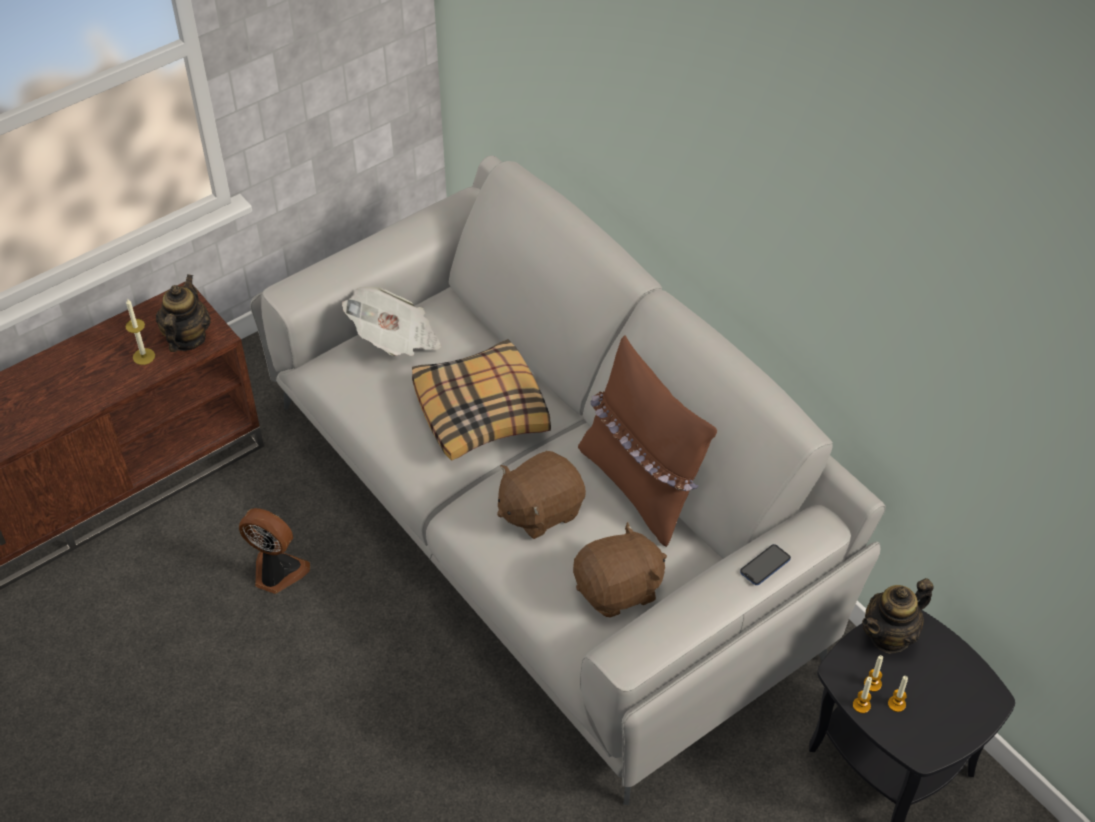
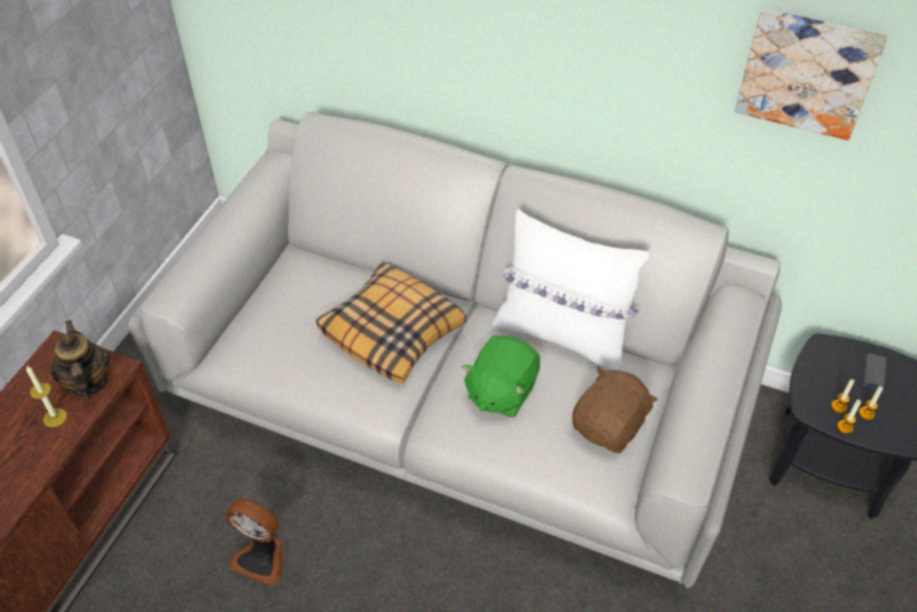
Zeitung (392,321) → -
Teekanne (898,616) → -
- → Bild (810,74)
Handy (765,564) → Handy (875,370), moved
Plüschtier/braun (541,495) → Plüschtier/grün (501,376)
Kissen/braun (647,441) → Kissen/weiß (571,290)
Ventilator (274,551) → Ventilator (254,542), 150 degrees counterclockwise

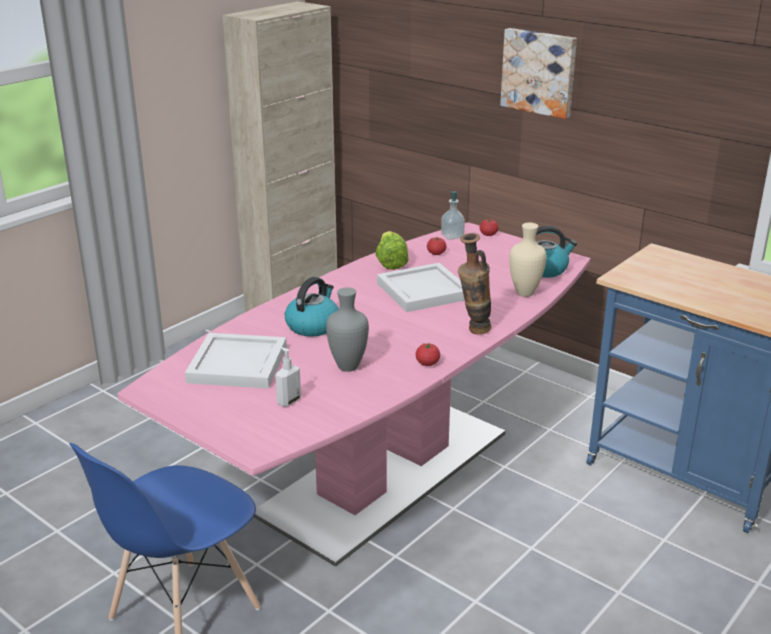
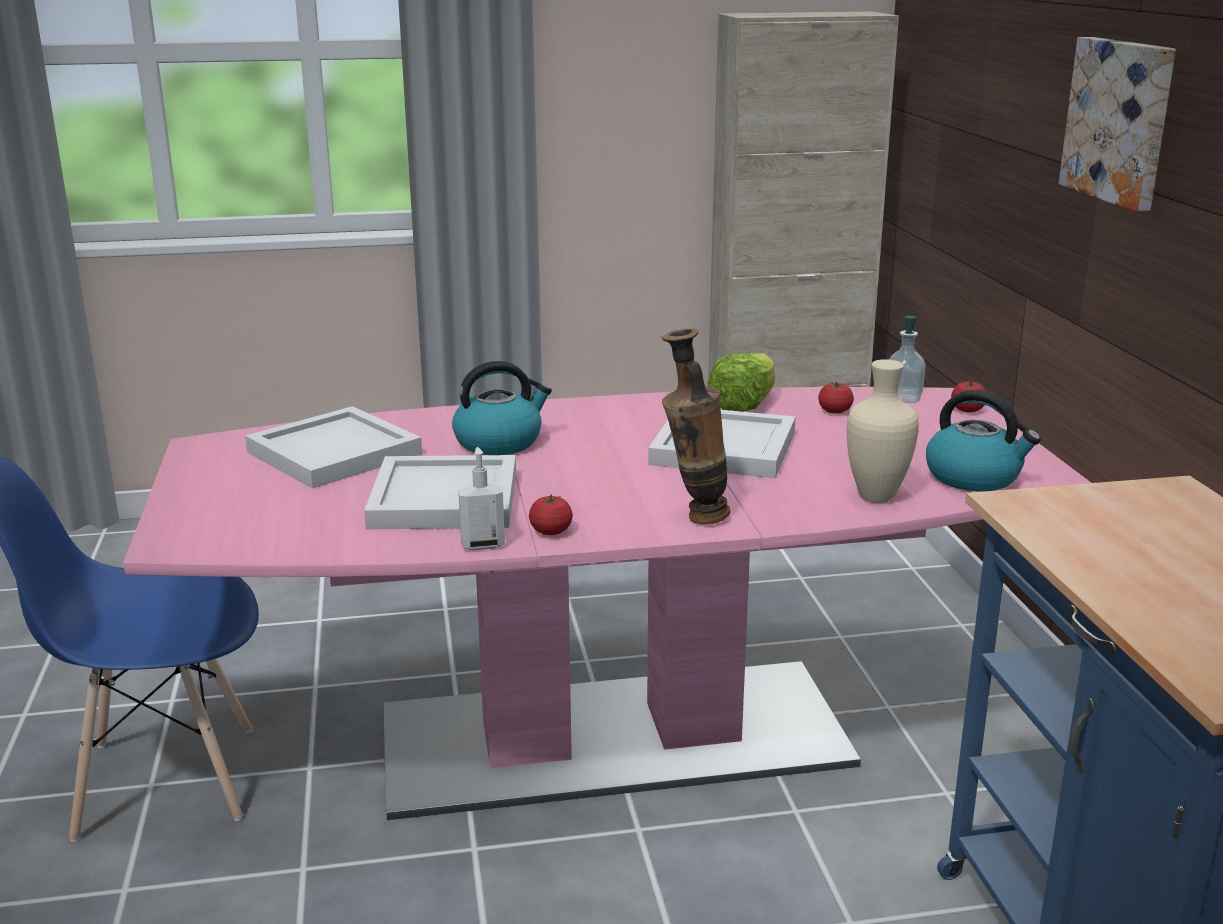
Seifenspender (288,377) → Seifenspender (481,498), moved
Vase/grau (347,329) → Tablett/weiß (440,492)

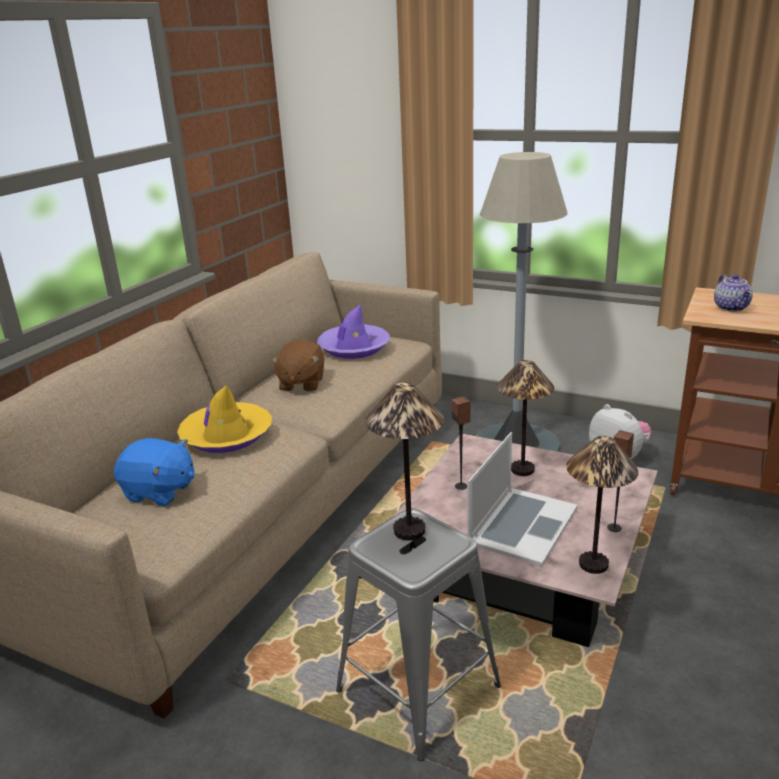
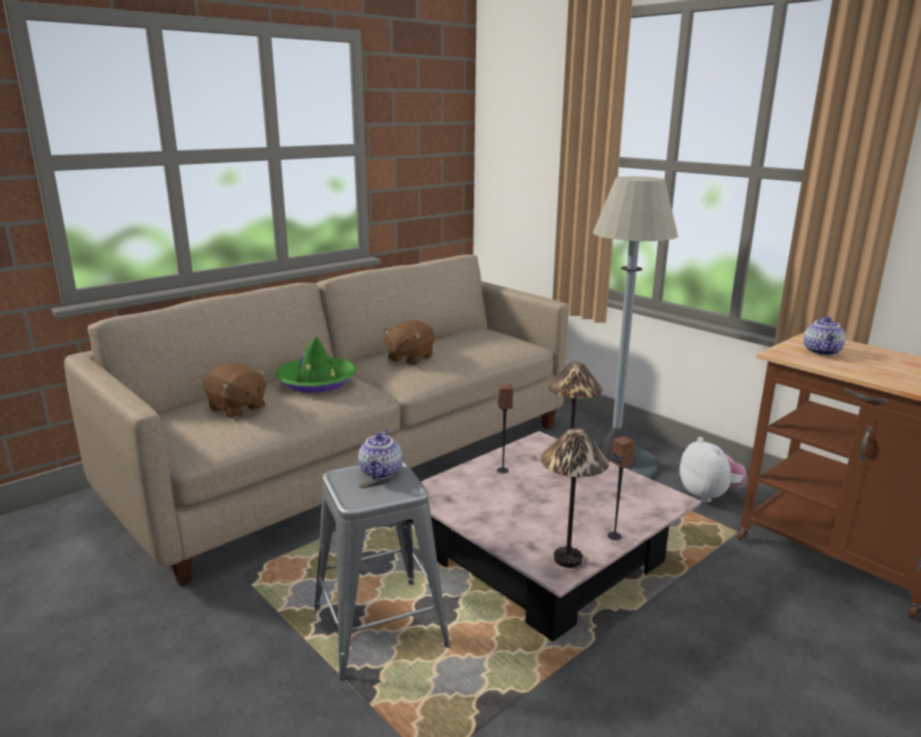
Hut/lila (353,331) → -
Laptop (522,499) → -
Tischlampe (405,461) → Teekanne (380,454)
Plüschtier/blau (154,472) → Plüschtier/braun (234,390)
Hut/gelb (224,419) → Hut/grün (315,364)

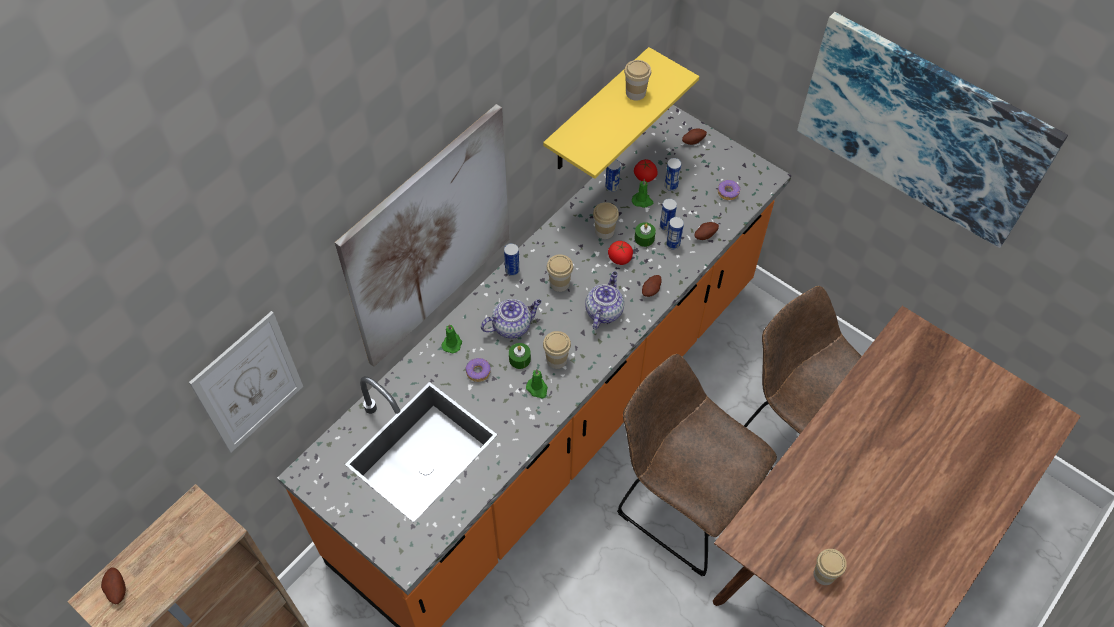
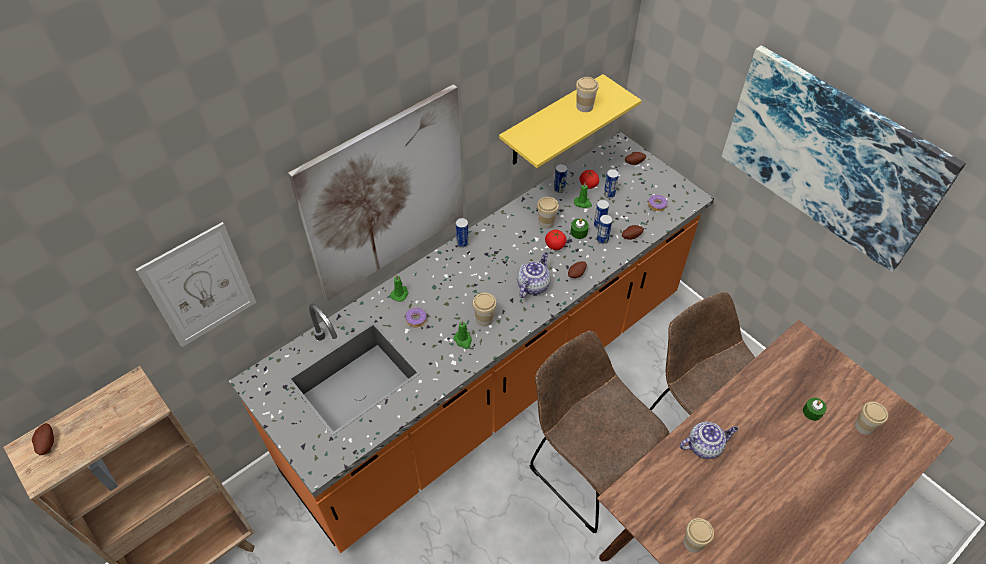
Teekanne (511,319) → Teekanne (708,440), moved
Kerze/grün (520,356) → Kerze/grün (815,409), moved
Tasse (560,273) → Tasse (871,418), moved

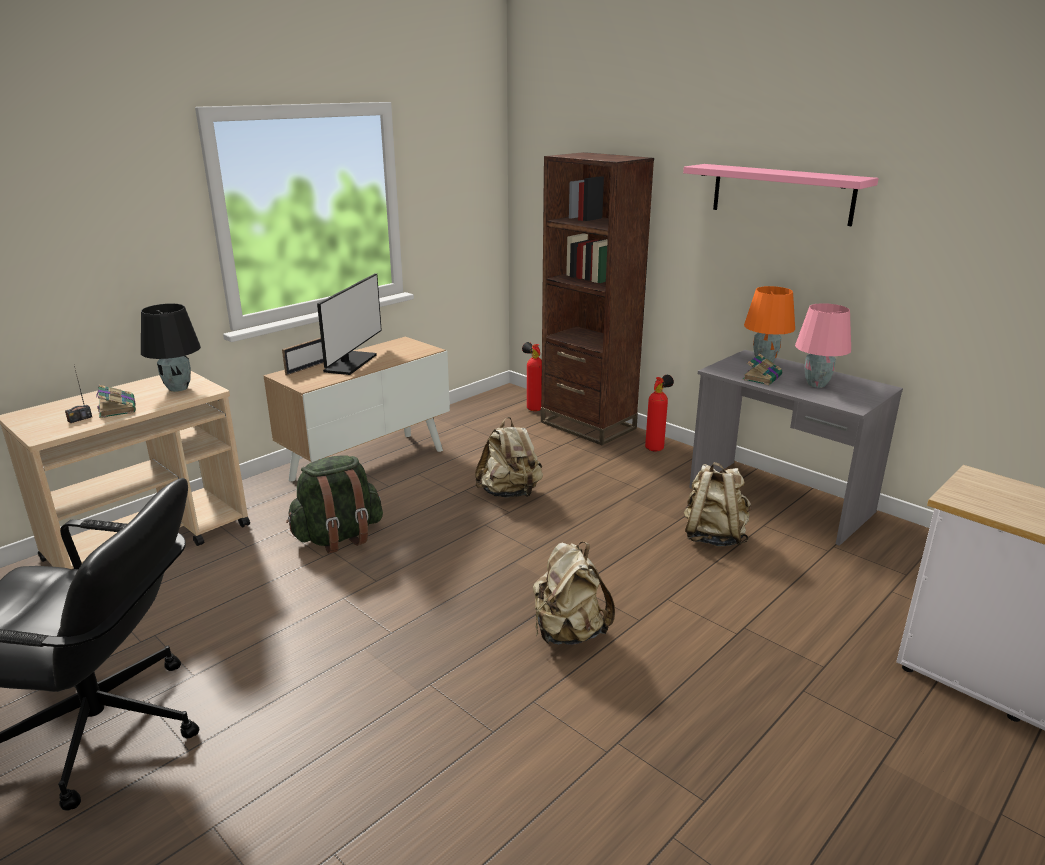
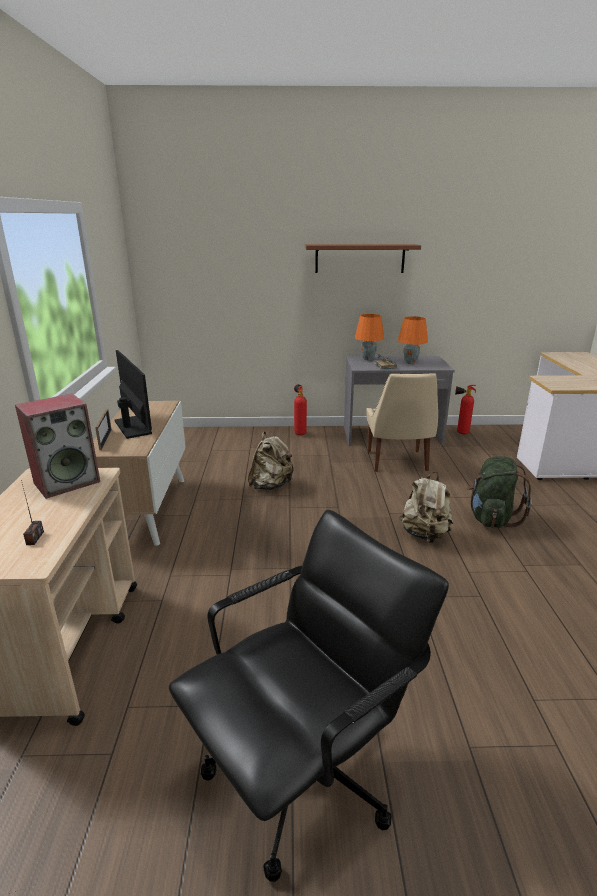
Buch (116,401) → -
Bücherregal/braun (597,298) → -
Rucksack/grün (334,504) → Rucksack/grün (499,492), moved
Feuerlöscher (532,376) → Feuerlöscher (465,409), moved
Tischlampe/schwarz (171,347) → Lautsprecher (57,446)
Rucksack/beige (717,504) → Stuhl/beige (402,422)
Wandregal/rosa (781,195) → Wandregal/braun (363,258)
Tischlampe/rosa (823,345) → Tischlampe/orange (413,340)

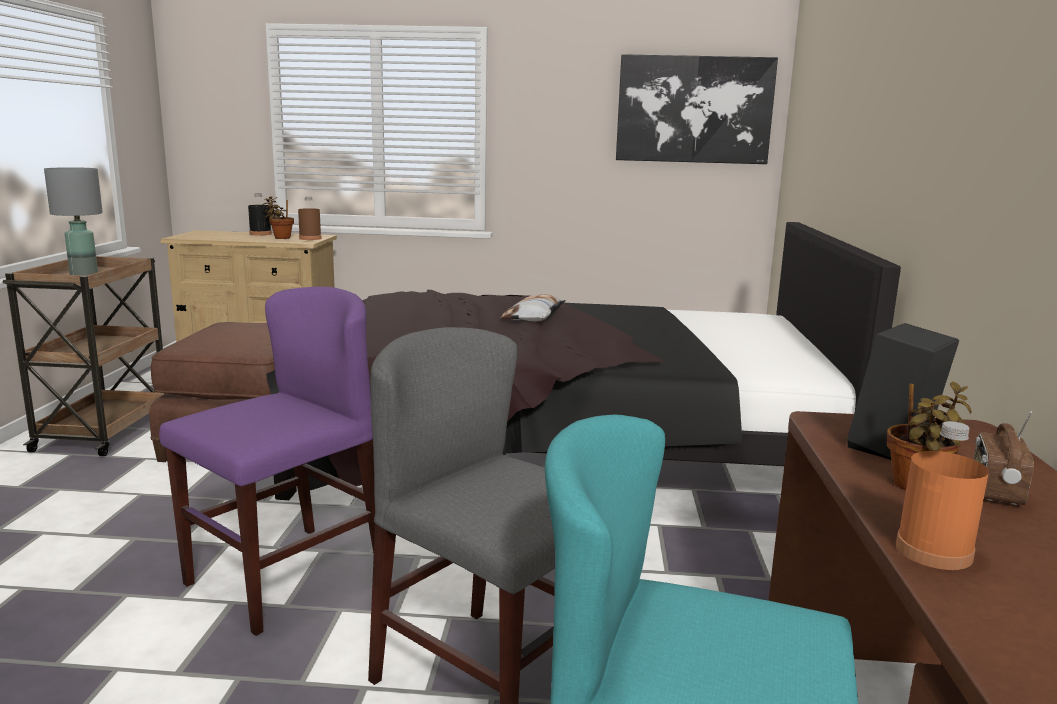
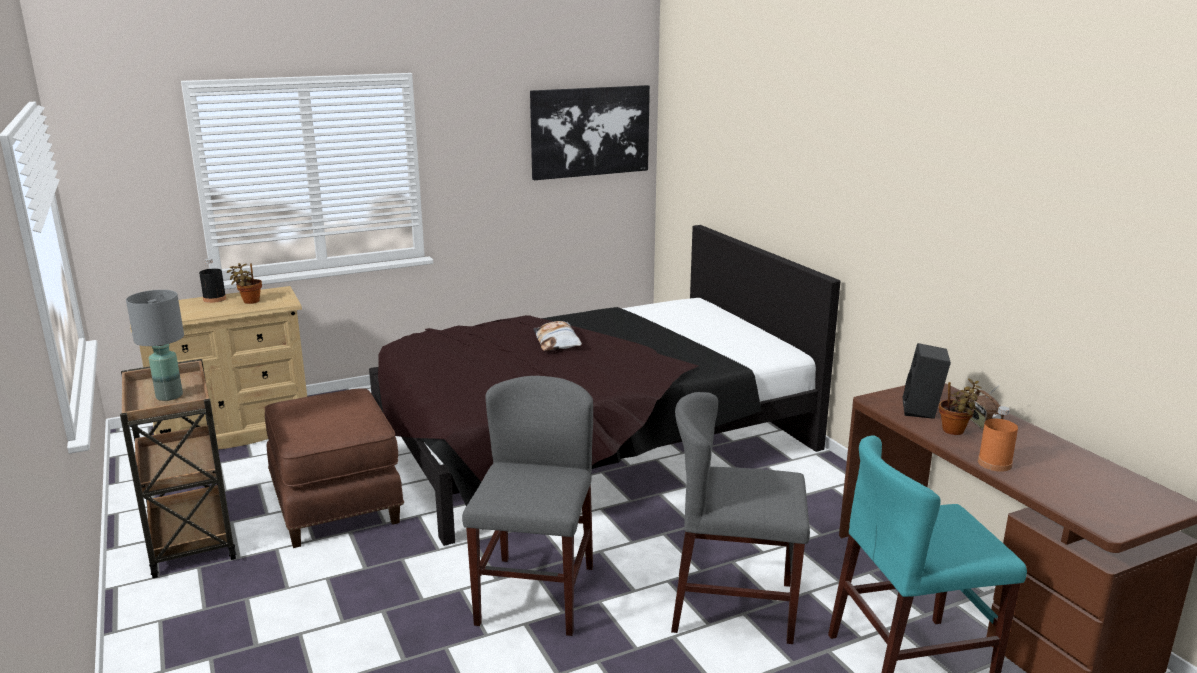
Flasche/braun (309,218) → -
Stuhl/lila (267,461) → Stuhl/grau (527,506)

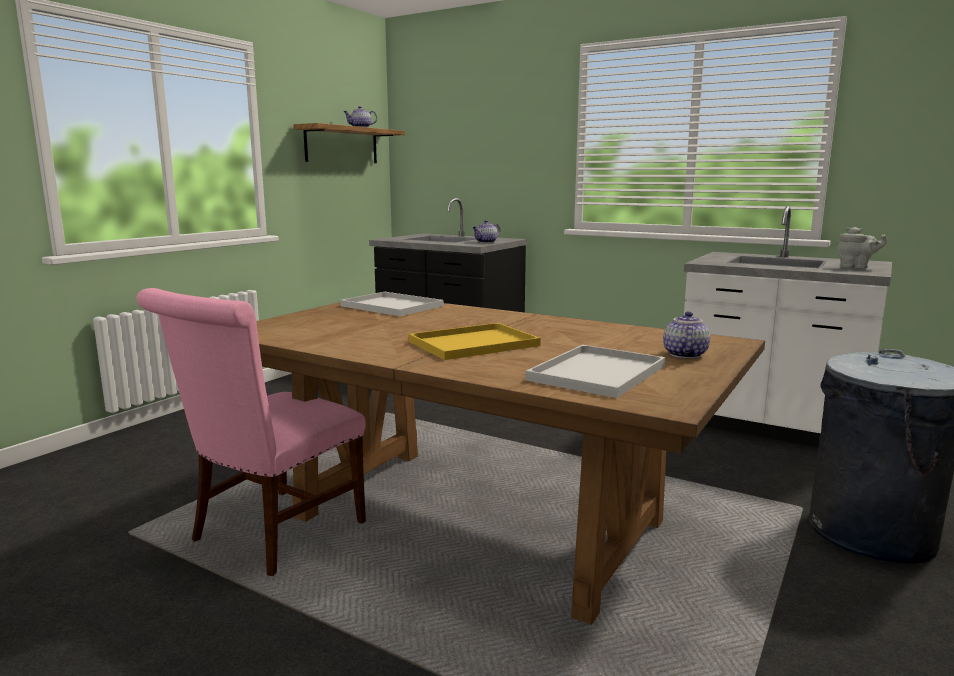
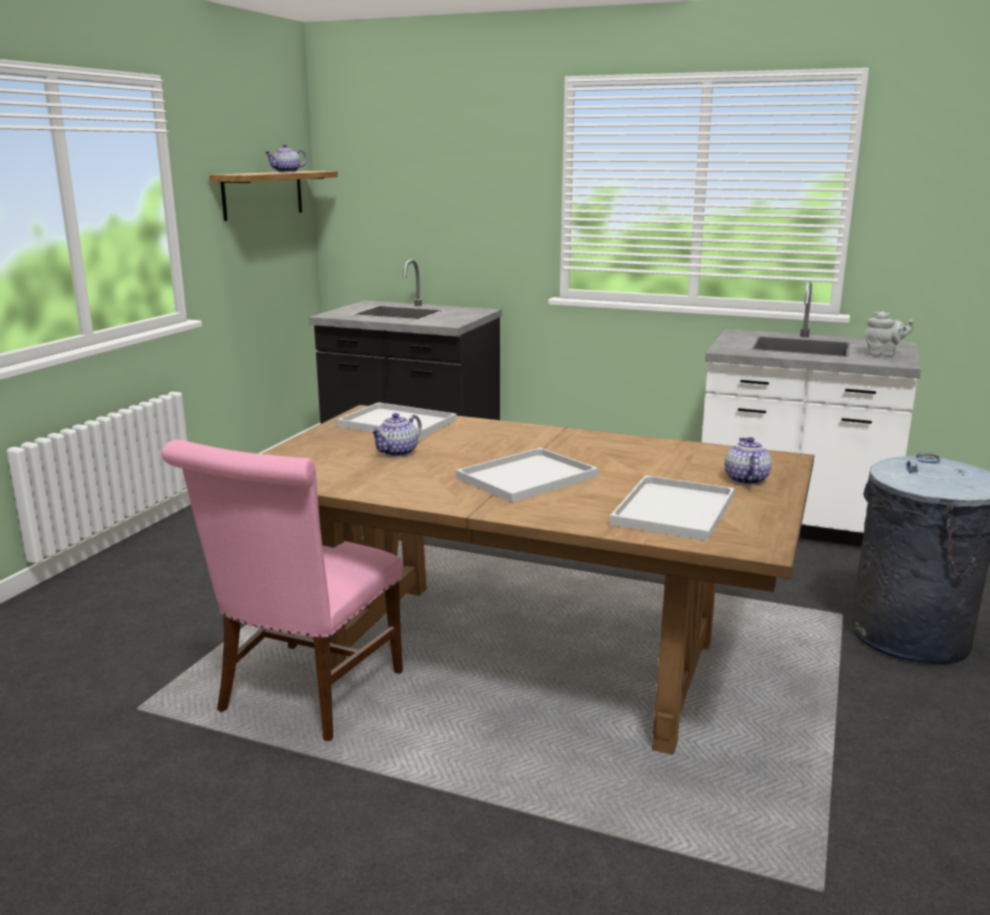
Teekanne (486,231) → Teekanne (396,435), moved
Tablett/gelb (475,341) → Tablett/weiß (527,475)

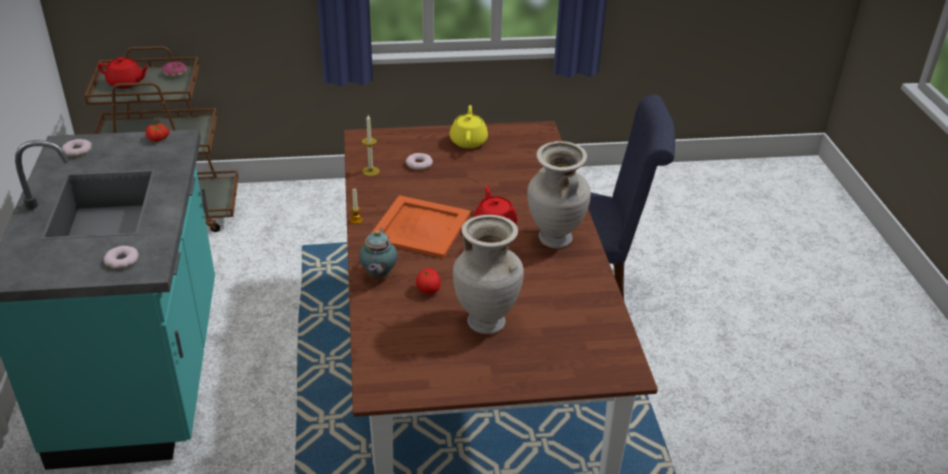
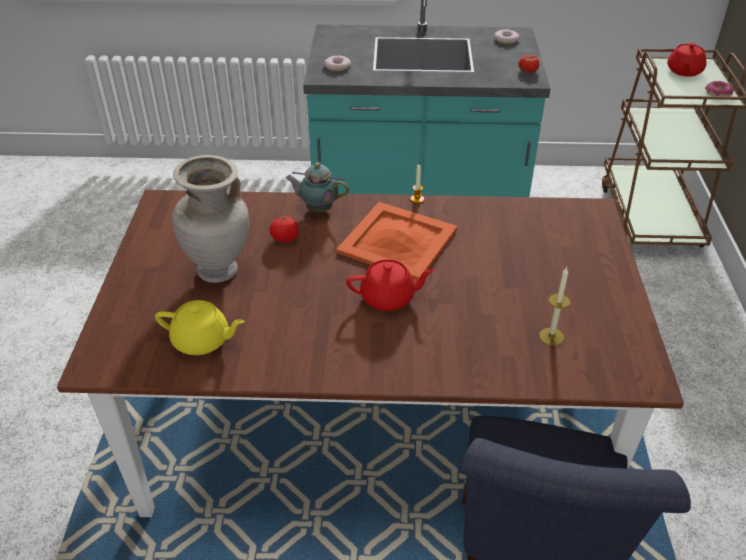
Donut (419,161) → -
Vase/beige (559,195) → -
Kerze (371,145) → Kerze (555,306), moved
Teekanne/gelb (469,126) → Teekanne/gelb (199,327), moved

